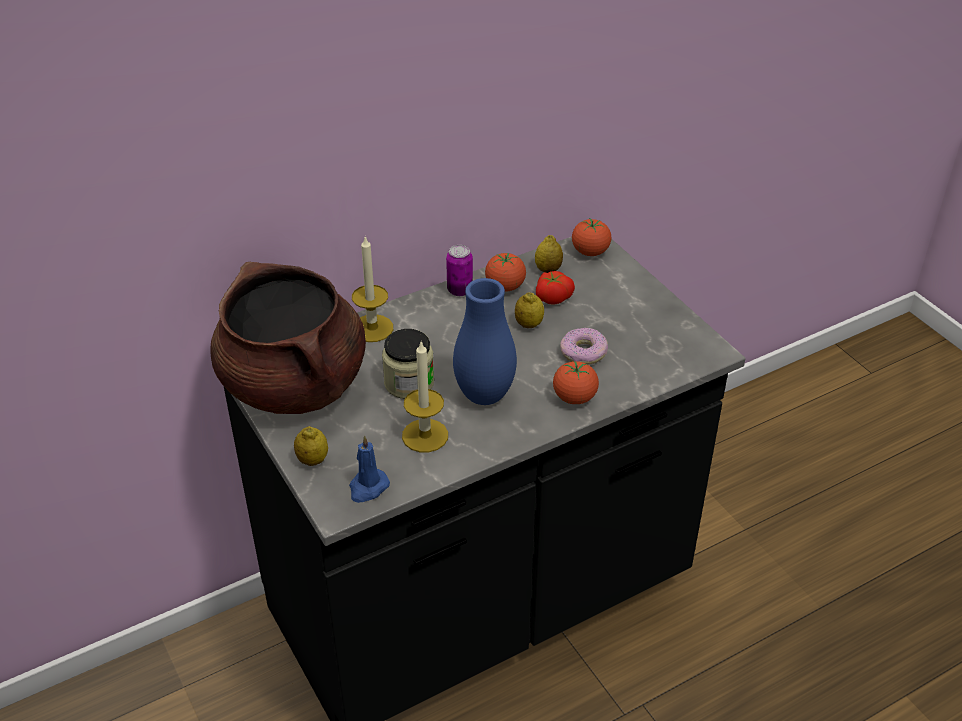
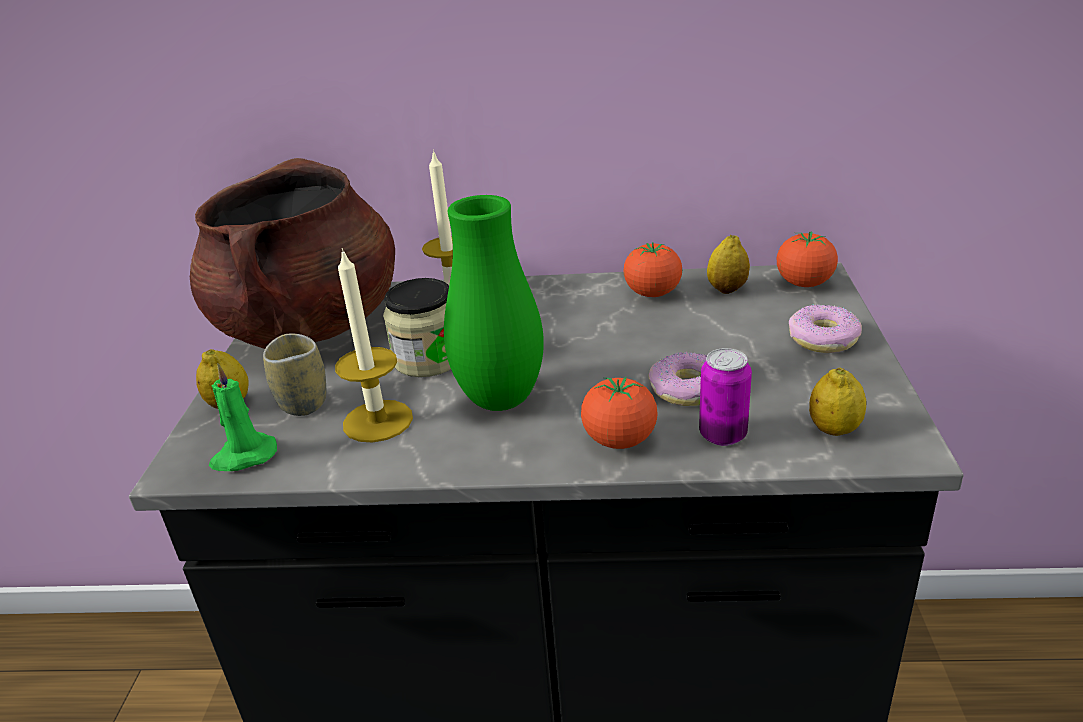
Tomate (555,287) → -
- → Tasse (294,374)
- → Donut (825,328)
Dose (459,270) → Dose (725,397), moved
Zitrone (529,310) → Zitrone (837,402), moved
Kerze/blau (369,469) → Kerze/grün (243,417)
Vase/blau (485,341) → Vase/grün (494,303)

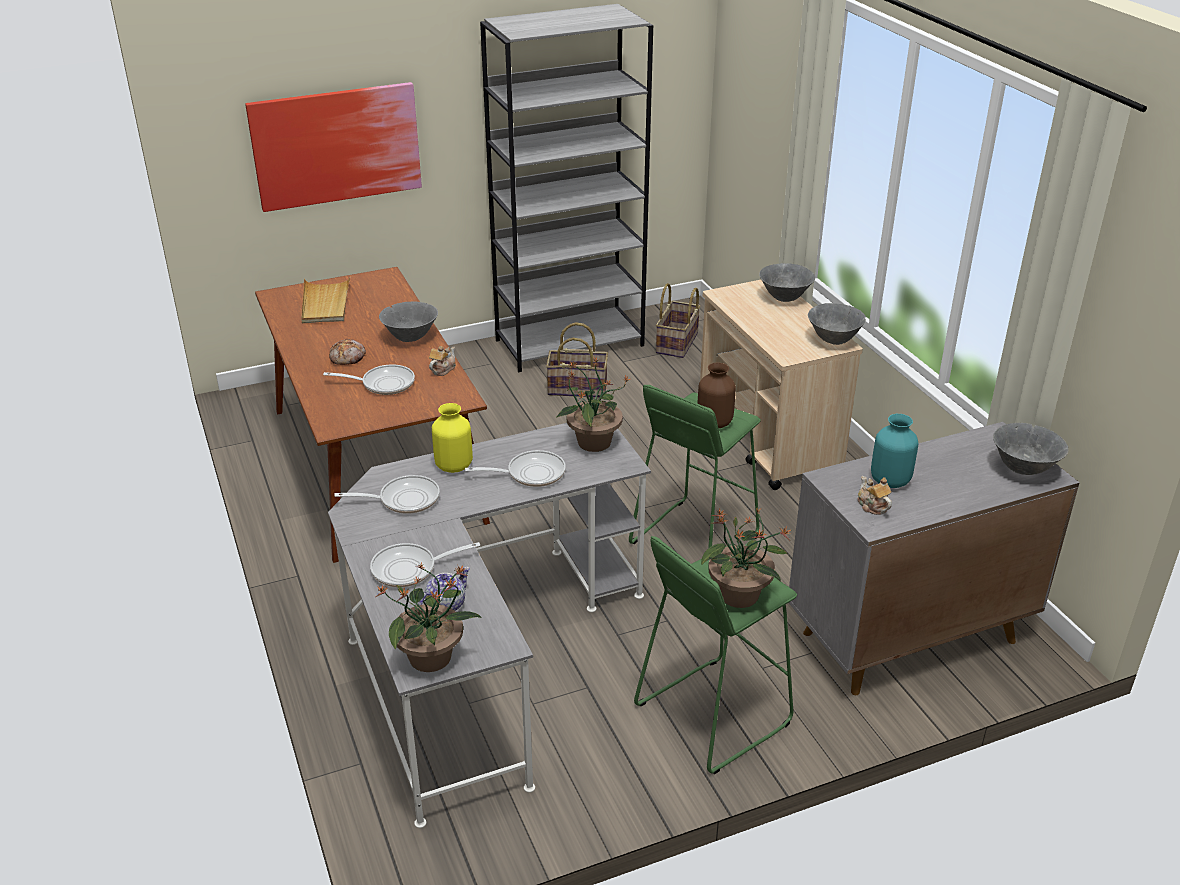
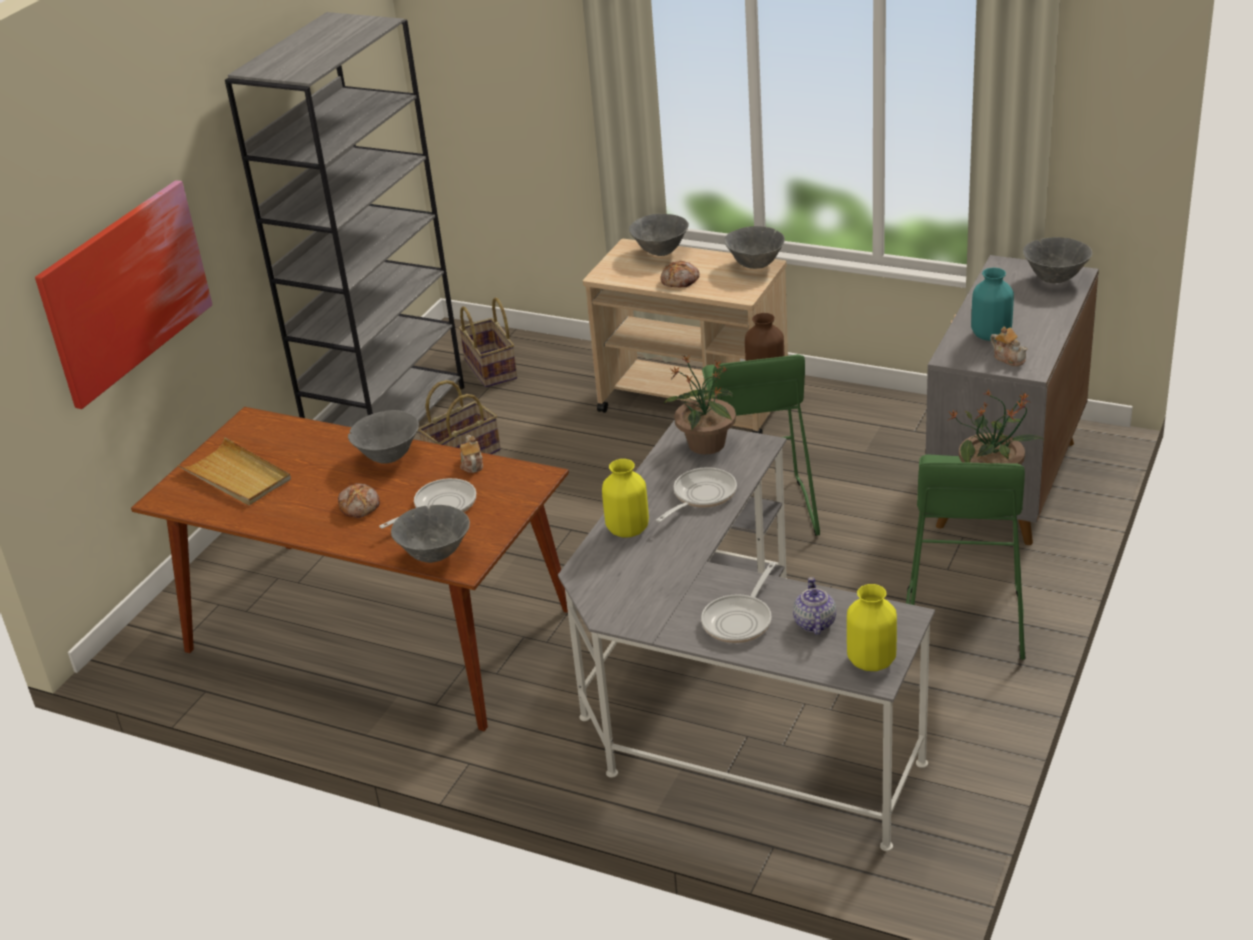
Pfanne (387,494) → -
- → Schüssel/grau (430,534)
- → Brot (680,274)
Topfpflanze (428,617) → Vase/gelb (872,627)
Teekanne (875,495) → Teekanne (1009,346), 150 degrees counterclockwise

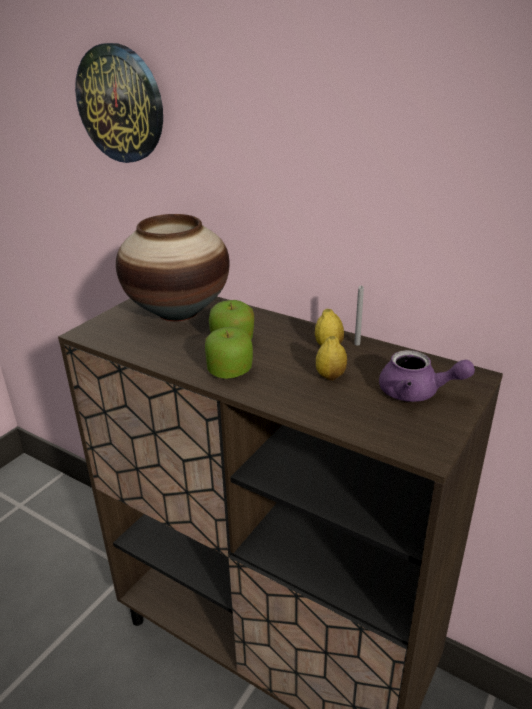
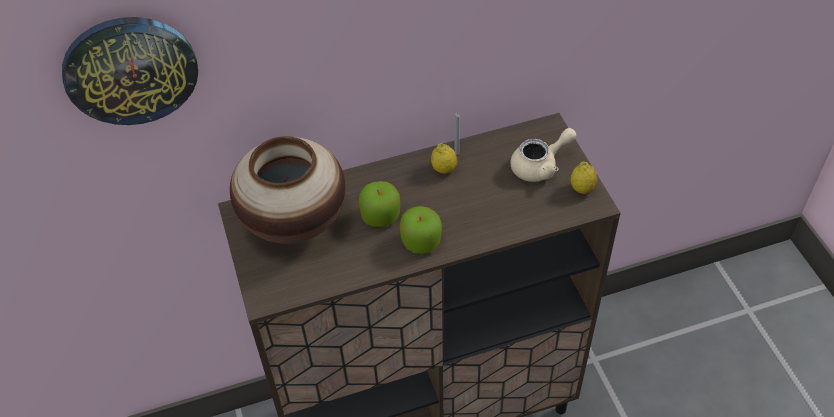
Zitrone (331,358) → Zitrone (584,178), moved
Teekanne/lila (427,376) → Teekanne/beige (543,155)

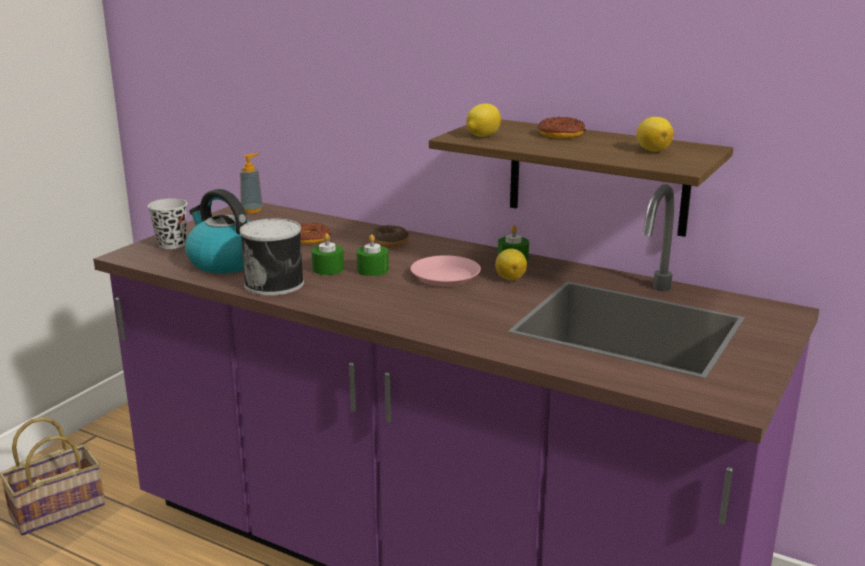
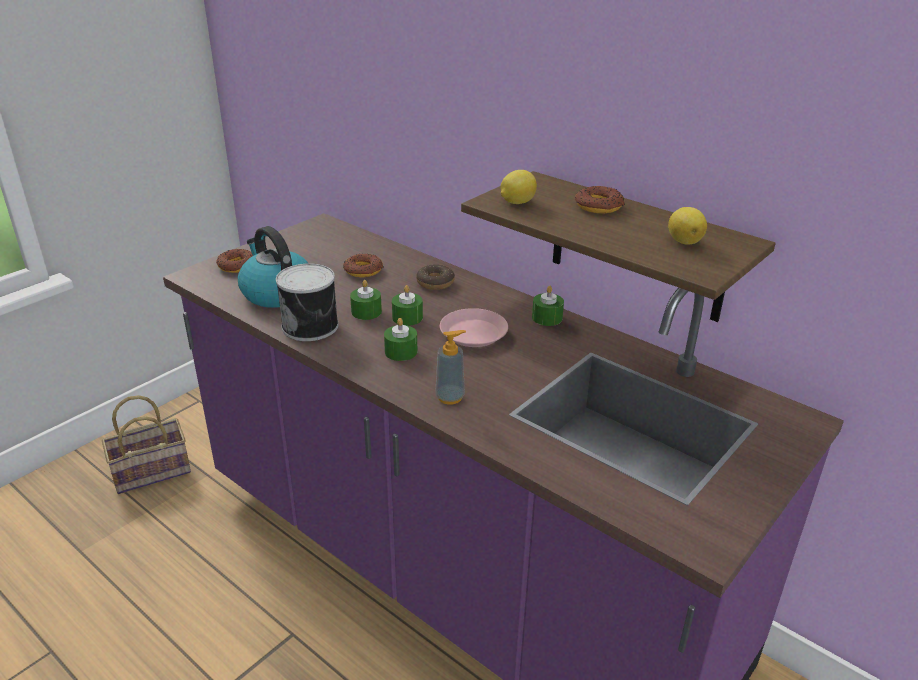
Zitrone (511,264) → -
- → Kerze/grün (401,339)
Seifenspender (251,183) → Seifenspender (450,367), moved
Tasse/schwarz (167,223) → Donut (234,261)

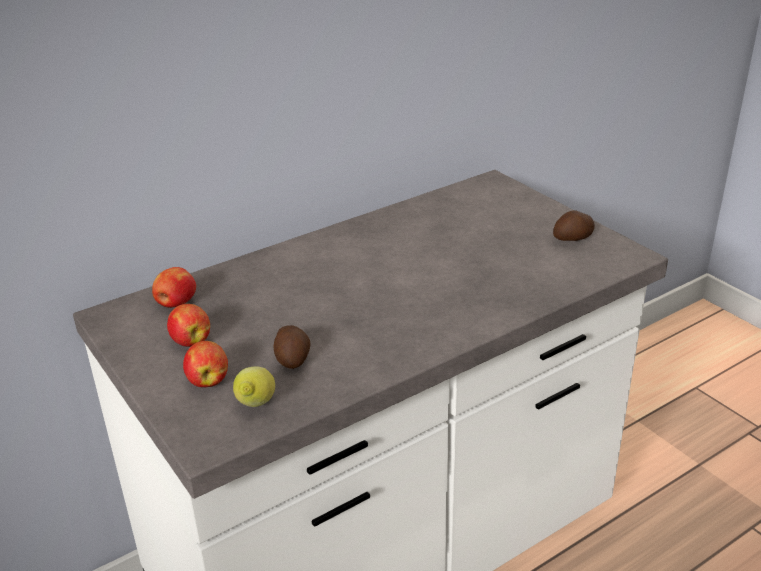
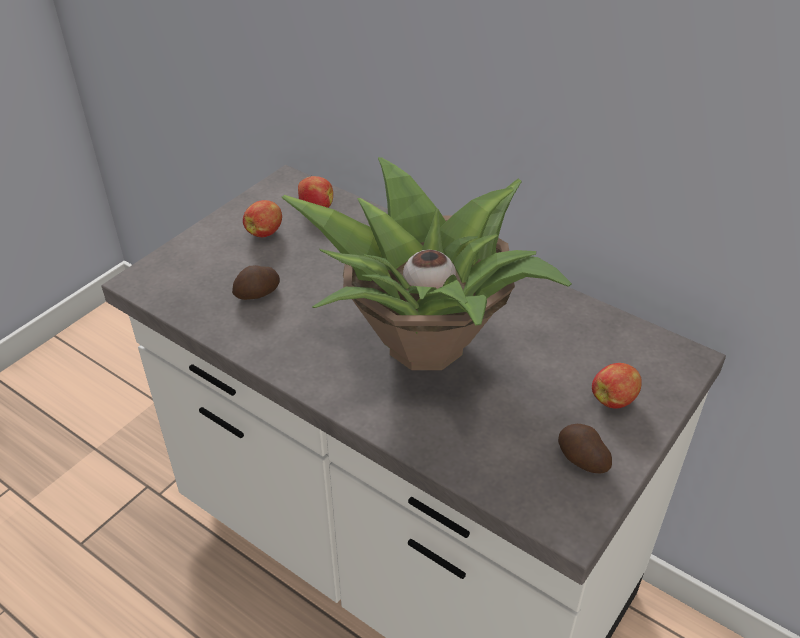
Zitrone (254,386) → -
- → Topfpflanze (426,263)
Apfel (205,364) → Apfel (617,385), moved

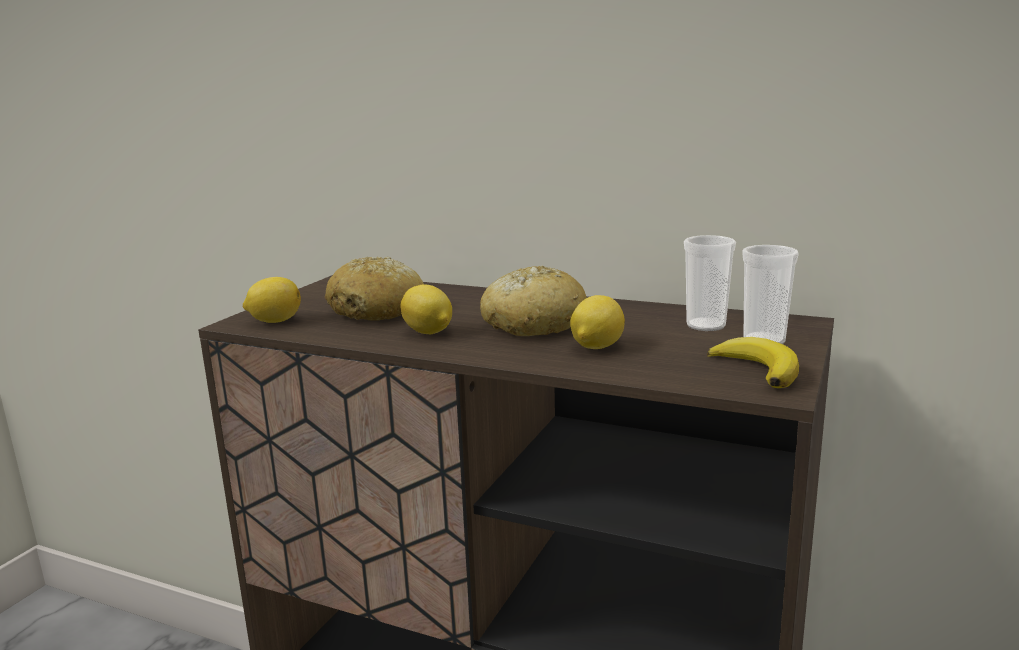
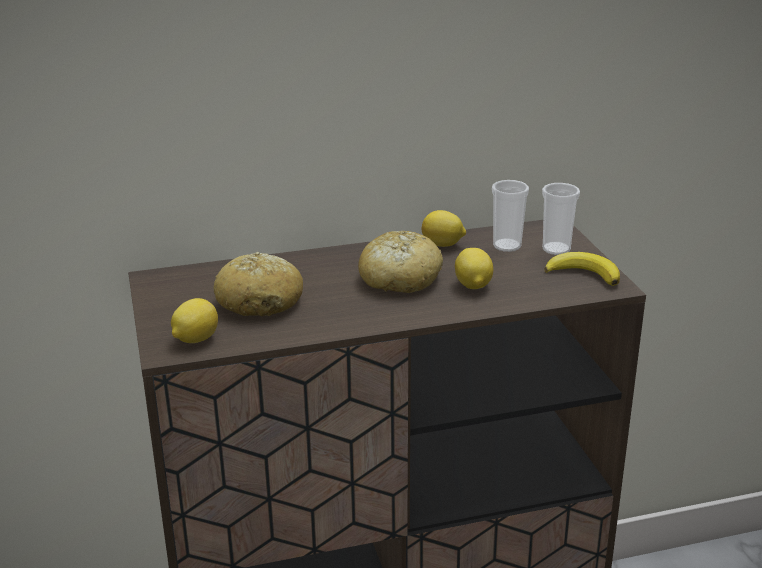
Zitrone (426,309) → Zitrone (443,228), moved

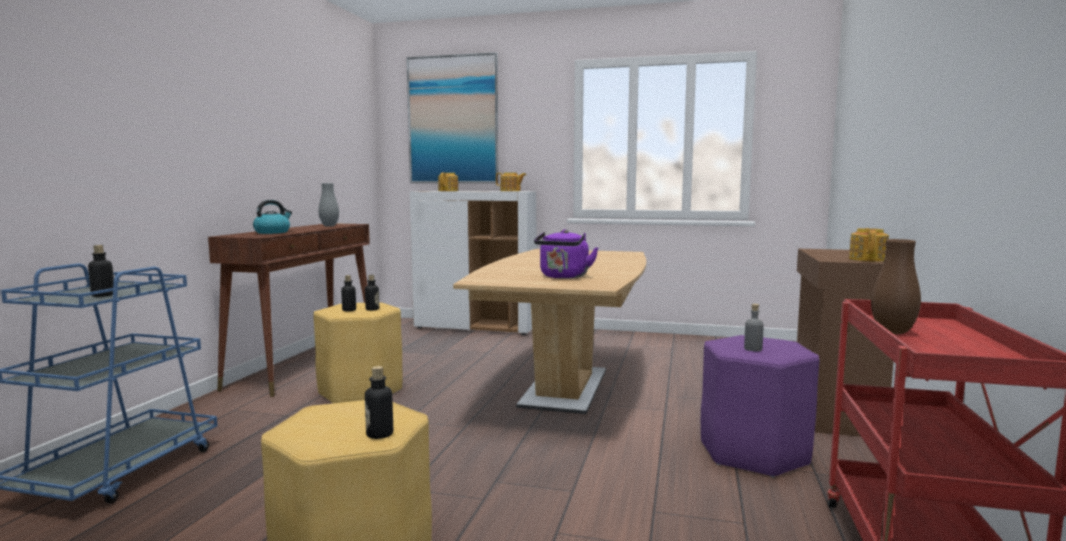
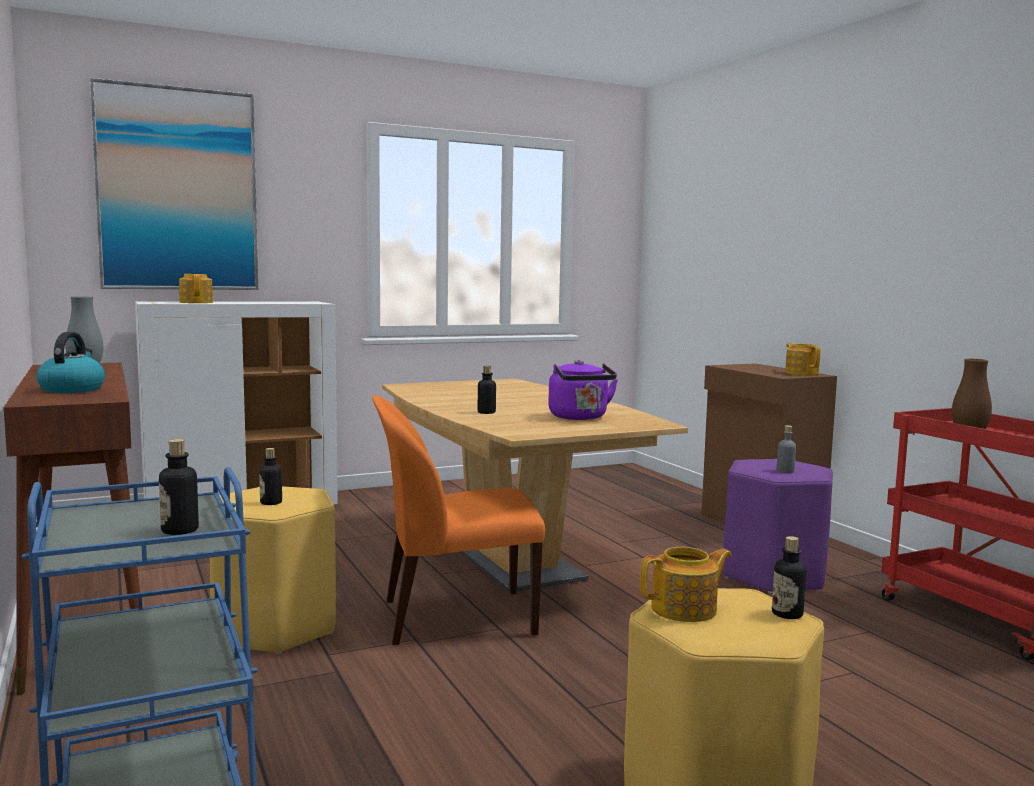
- → Stuhl/orange (458,520)
Flasche (372,293) → Flasche (487,390), moved
Teekanne (511,182) → Teekanne (686,584), moved

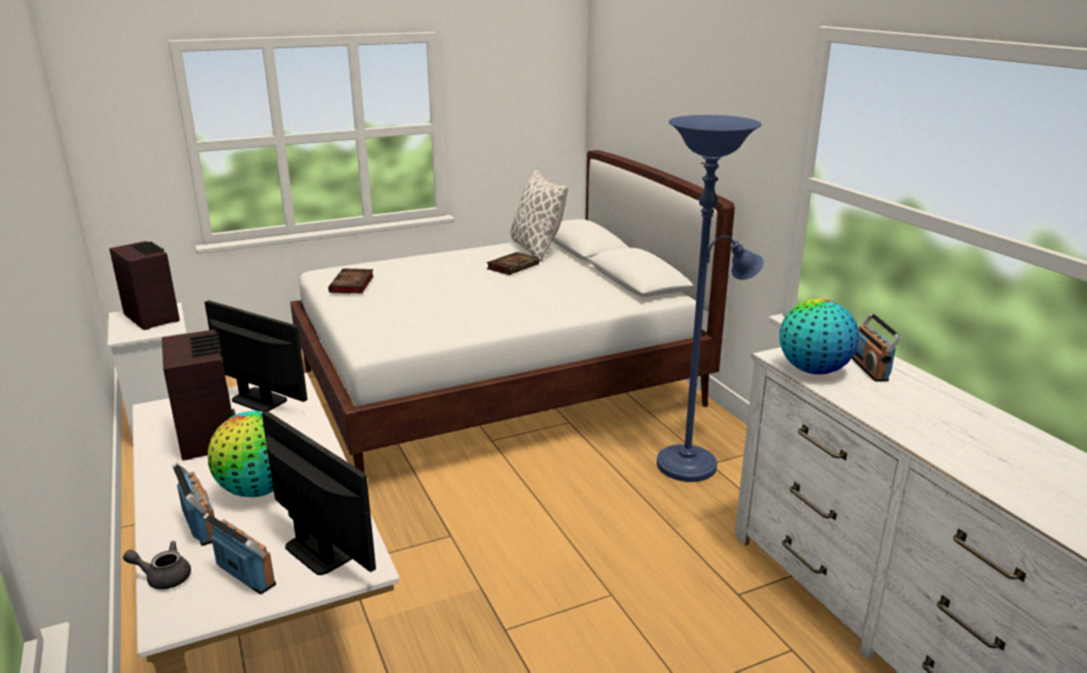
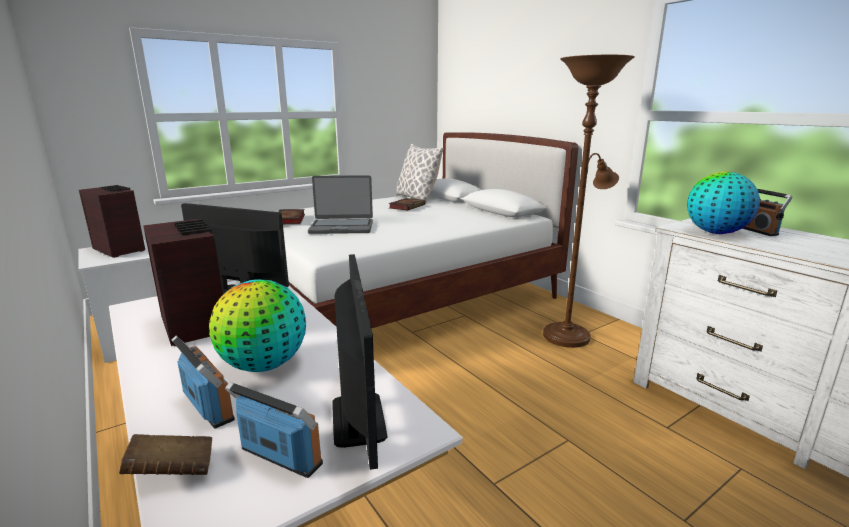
- → Laptop (340,204)
Teekanne/grau (157,565) → Buch/braun (165,454)
Stehlampe/blau (710,298) → Stehlampe/braun (589,201)
Monitor (319,493) → Monitor (359,362), 45 degrees clockwise

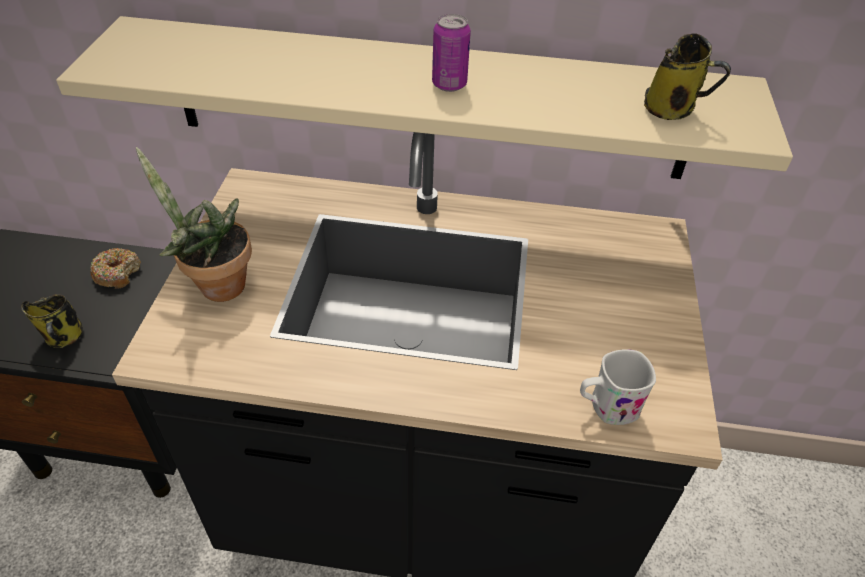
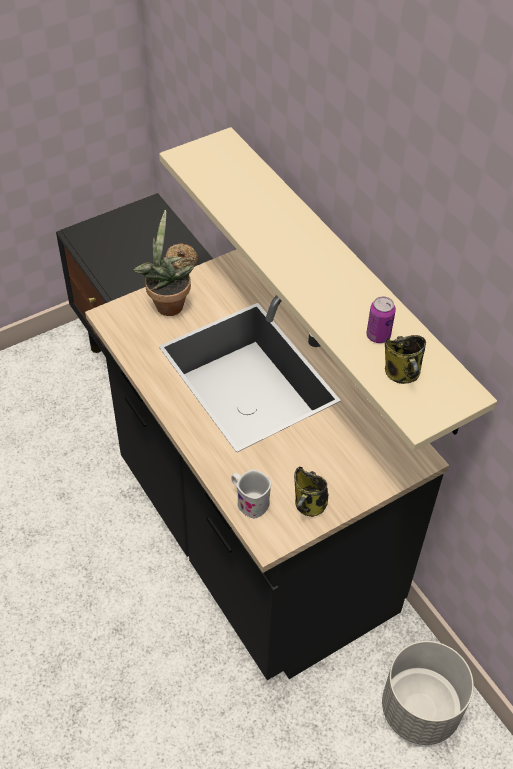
- → Pflanzkübel/grau (428,693)
Henkelbecher (52,321) → Henkelbecher (311,492), moved
Dose (451,53) → Dose (381,320), moved

